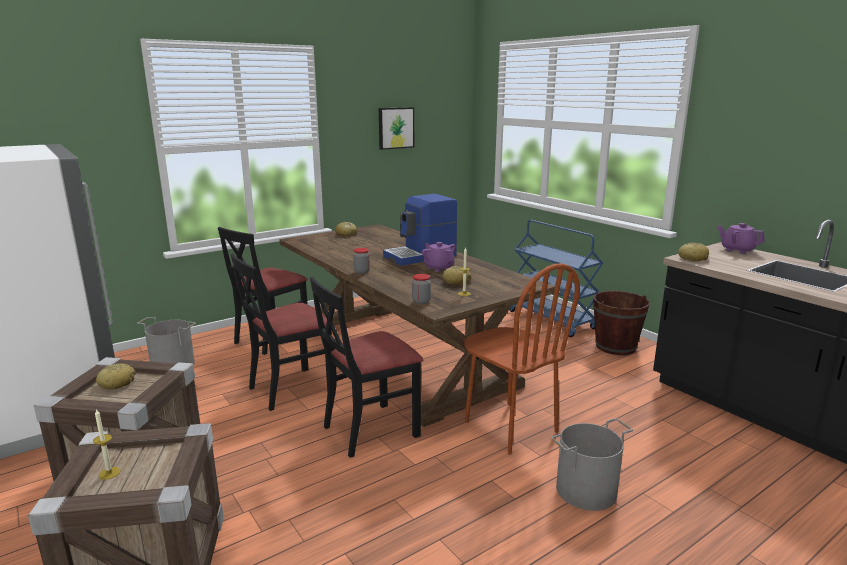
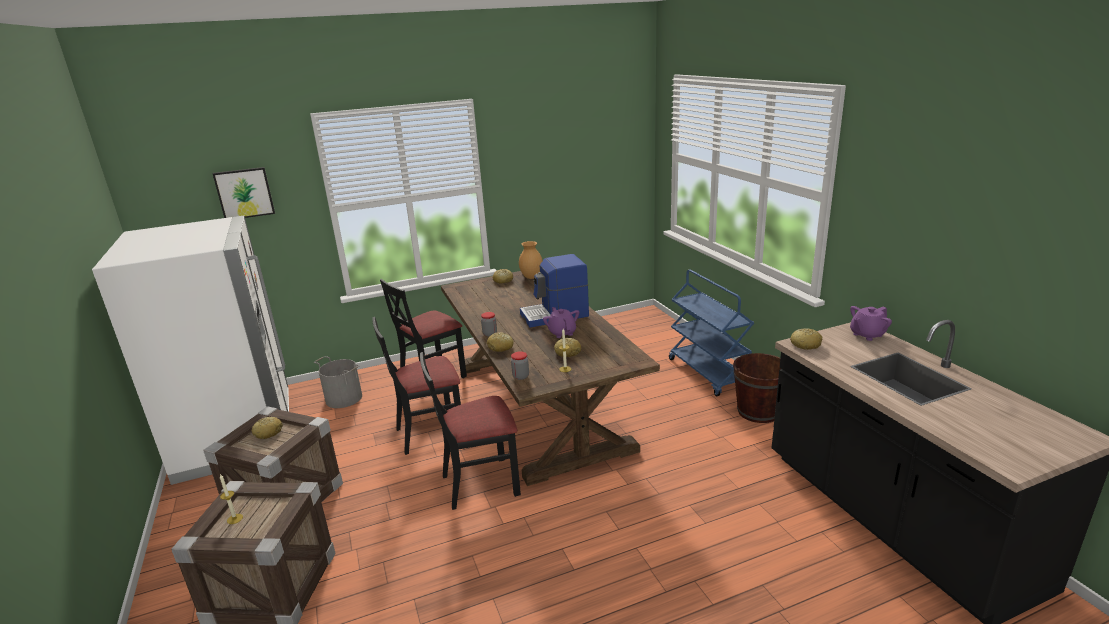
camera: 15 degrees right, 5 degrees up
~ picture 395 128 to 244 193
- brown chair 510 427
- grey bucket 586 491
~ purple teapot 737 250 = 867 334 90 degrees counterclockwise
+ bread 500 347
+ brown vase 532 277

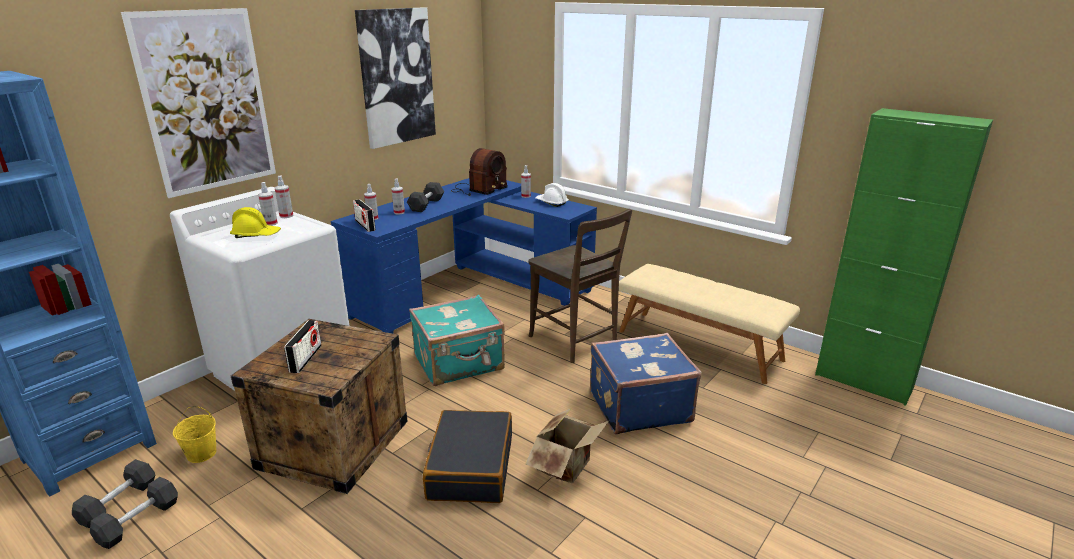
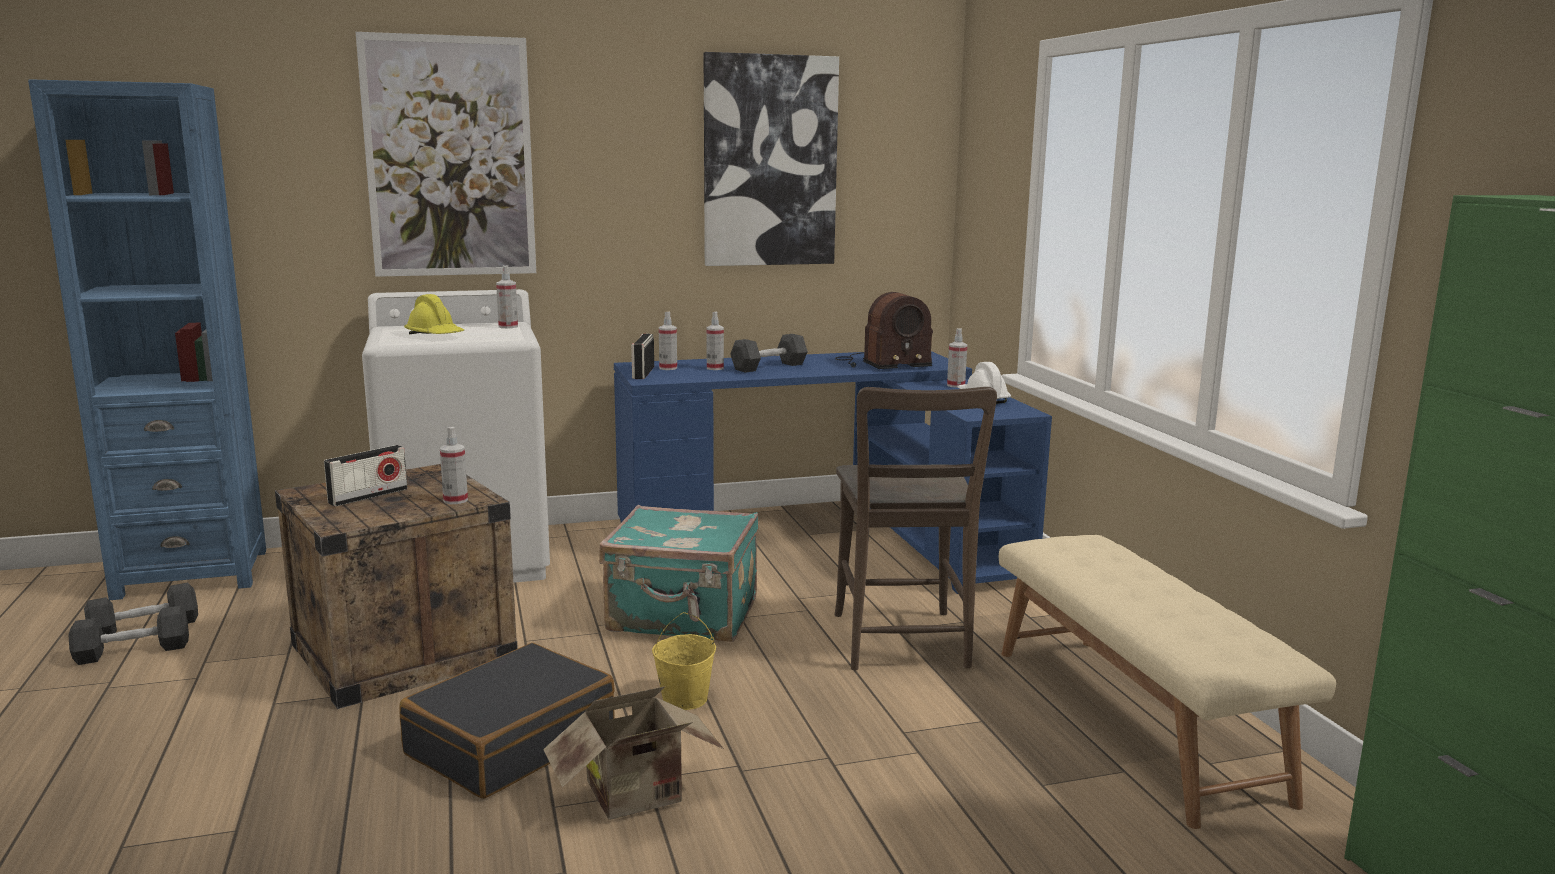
camera: 35 degrees right, 10 degrees down
~ yellow bucket 201 453 to 685 698
~ spray bottle 270 223 to 455 500
- blue suitcase 638 406

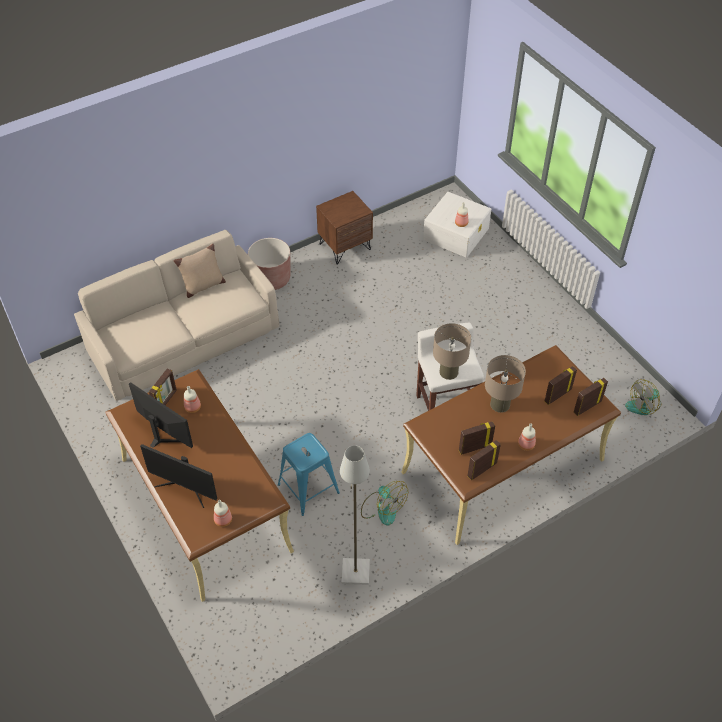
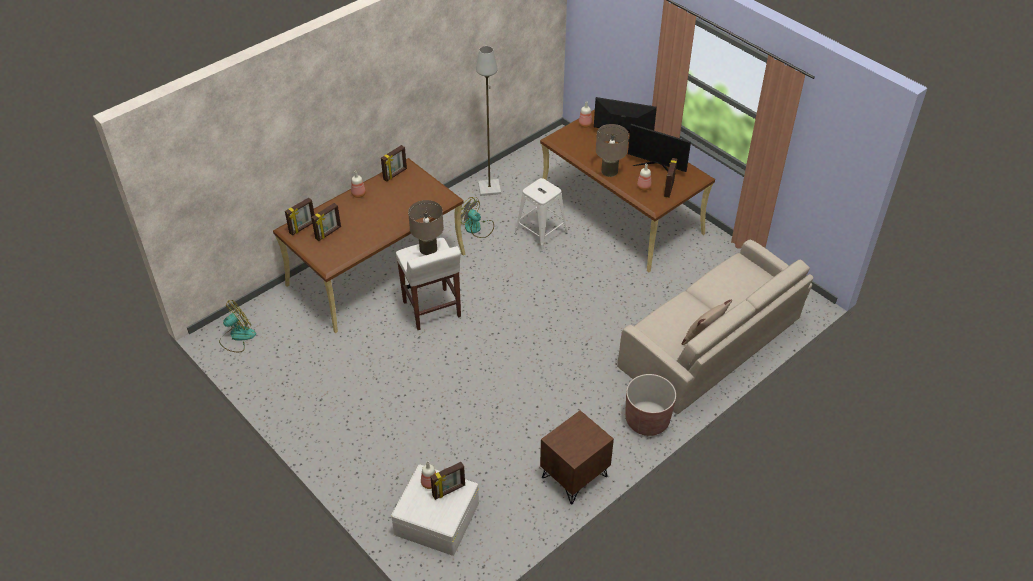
camera: 170 degrees right, 5 degrees down
~ blue stool 308 489 to white stool 541 233
~ picture frame 474 447 to 449 491
~ beige table lamp 500 404 to 609 171

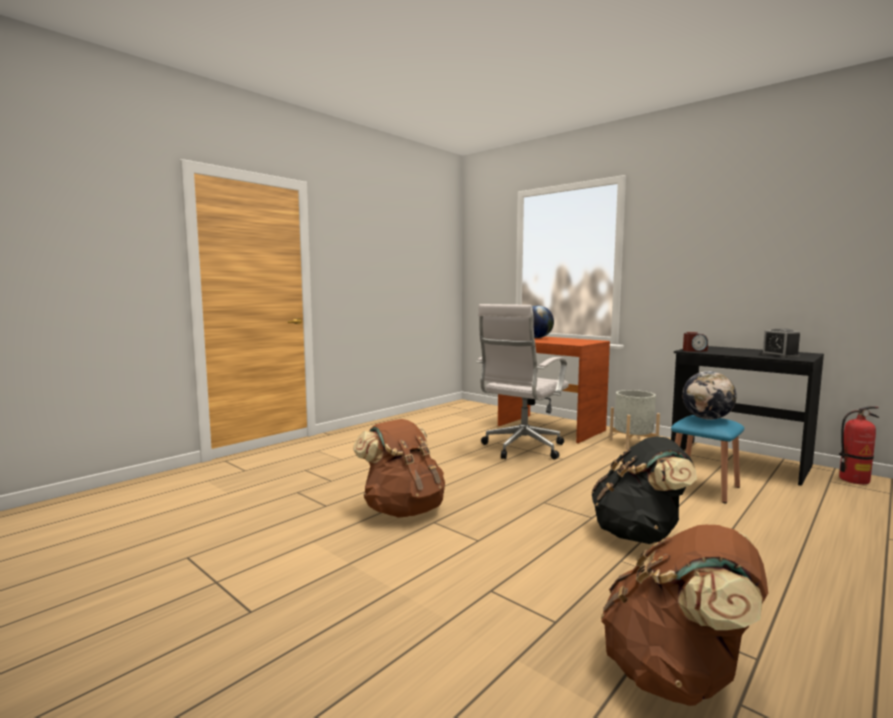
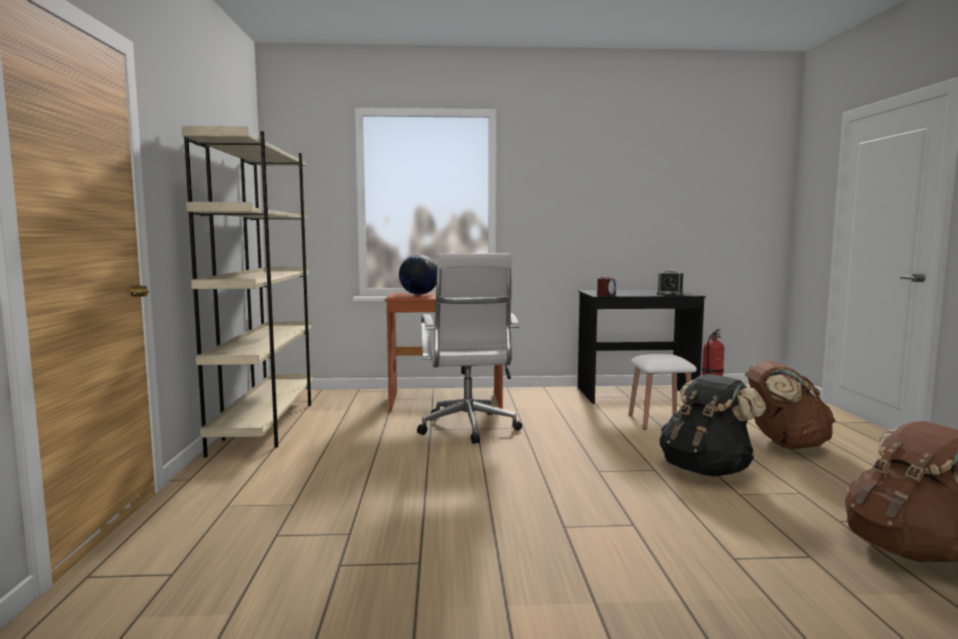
camera: 45 degrees left, 0 degrees up
~ brown backpack 403 509 to 785 444
- grey planter 633 443
~ blue stool 703 488 to white stool 660 421
- globe 707 418
+ beige bookcase 267 424

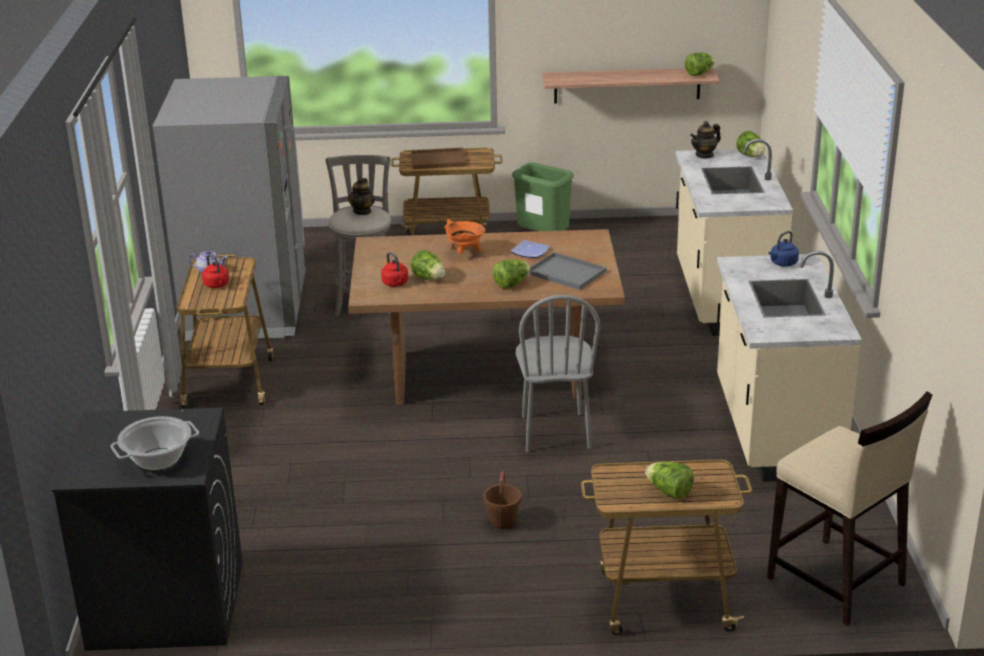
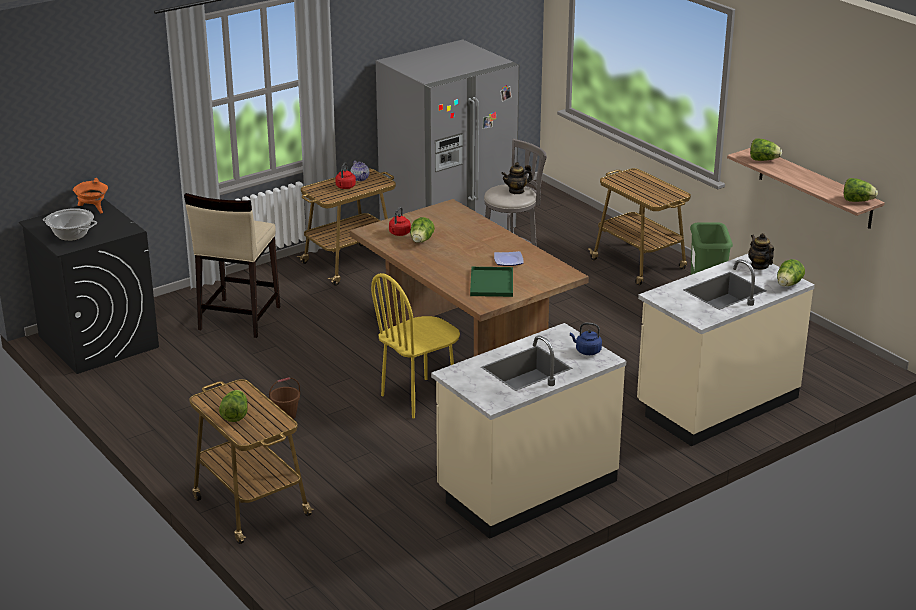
camera: 55 degrees right, 0 degrees up
- brown tray 439 159
~ orange cooking pot 464 253 to 93 209
~ lettuce 511 284 to 763 160
~ grey chair 555 432 to yellow chair 419 397
~ grey tray 564 272 to green tray 491 282
~ teapot 704 155 = 759 266 45 degrees clockwise
~ beige stool 836 582 to 238 318

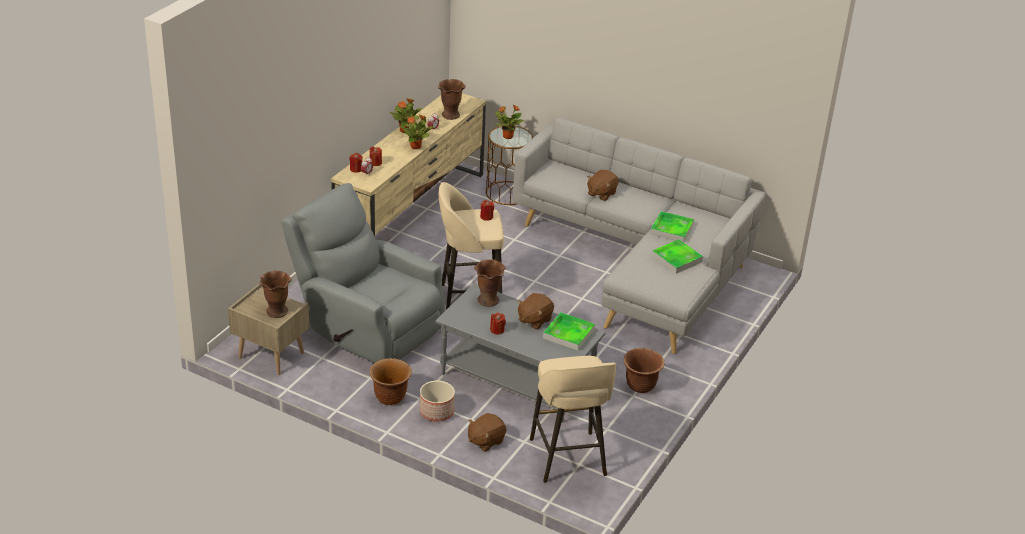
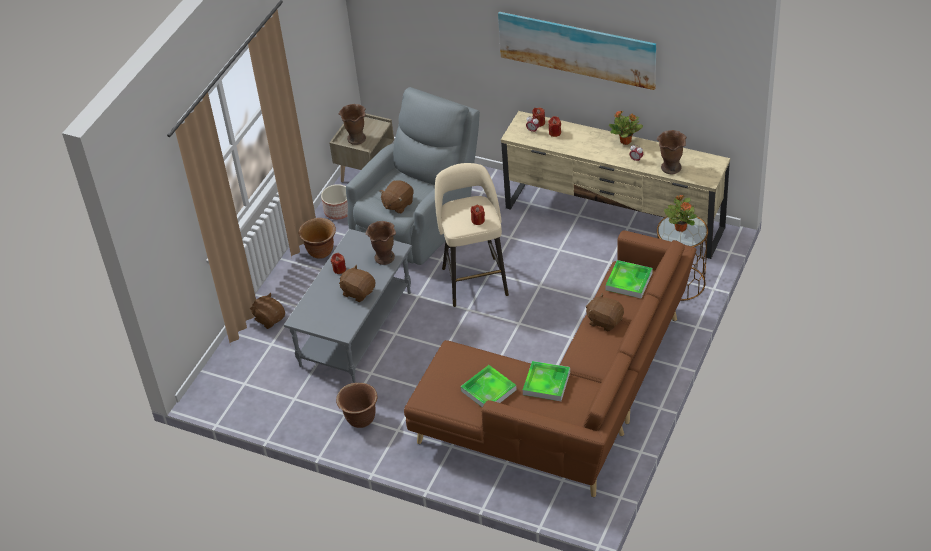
camera: 90 degrees right, 10 degrees up
- potted plant 416 146
~ planter 436 412 to 338 210
~ grey sofa 640 266 to brown sofa 569 405
- beige stool 568 459
~ tray 568 334 to 629 281
+ brown plush toy 398 204
+ picture 577 48

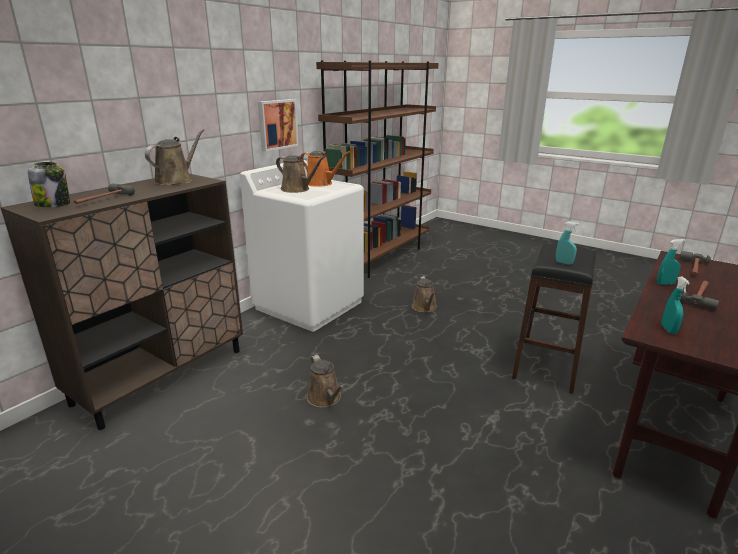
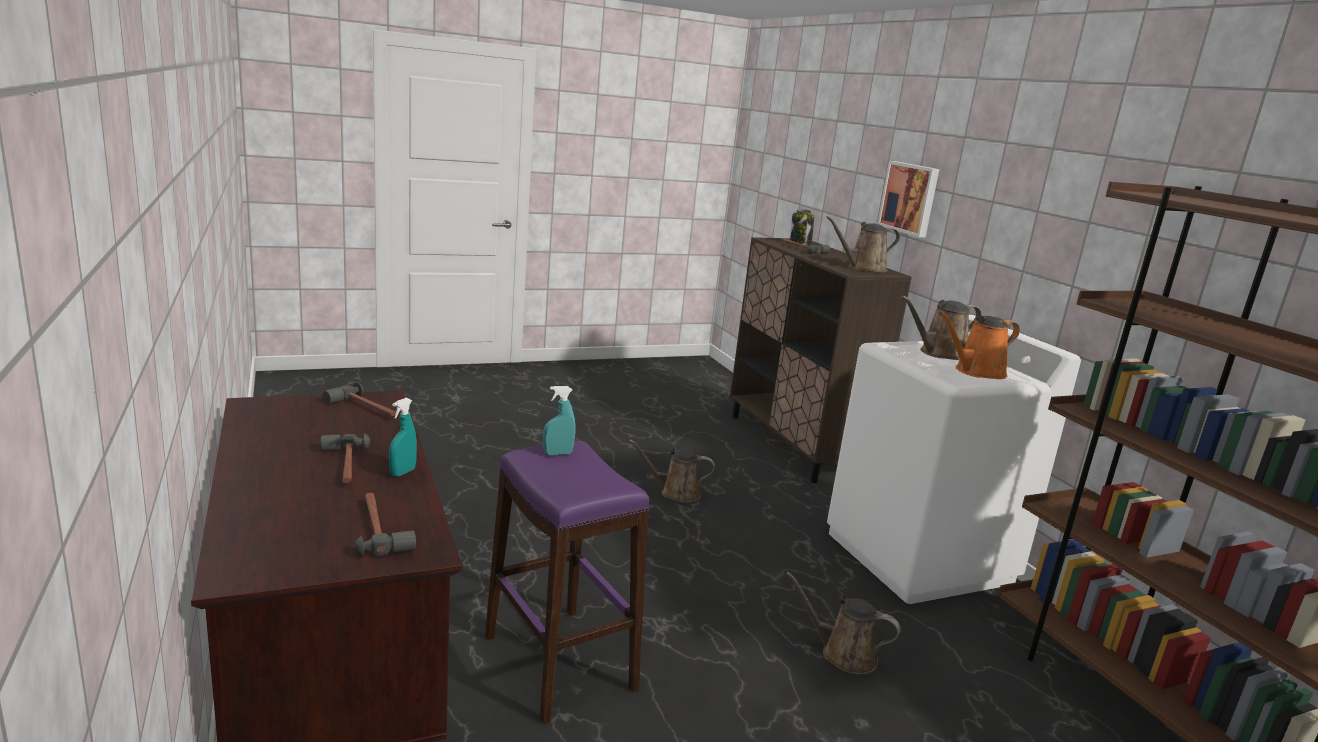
camera: 120 degrees right, 5 degrees down
~ brown watering can 176 180 = 863 268 105 degrees clockwise
~ picture 277 124 to 910 198
~ black stool 546 365 to purple stool 560 662
~ turquoise spray bottle 668 330 to hammer 365 409

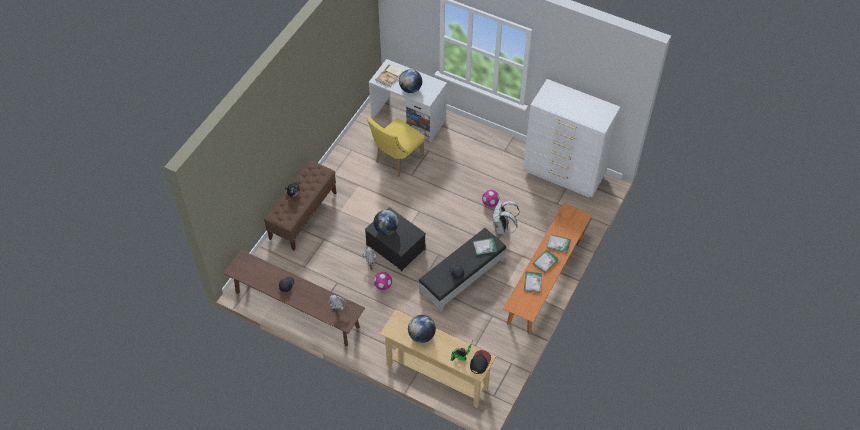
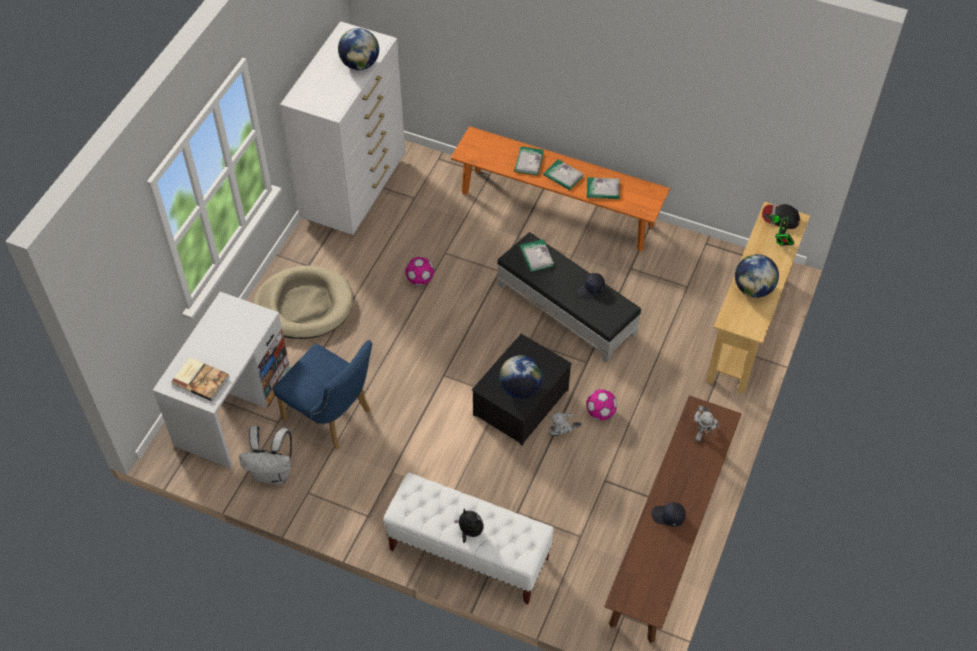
camera: 95 degrees left, 0 degrees up
~ brown bench 303 216 to white bench 468 553
~ yellow chair 396 160 to blue chair 332 418
~ globe 410 89 to 360 64
~ white backpack 502 228 to 273 473
+ beige dog bed 304 305

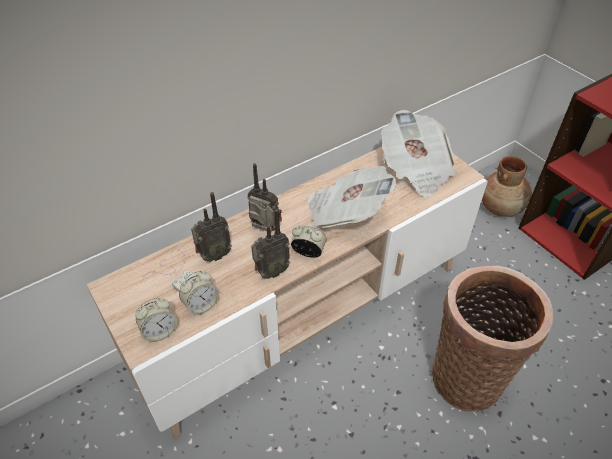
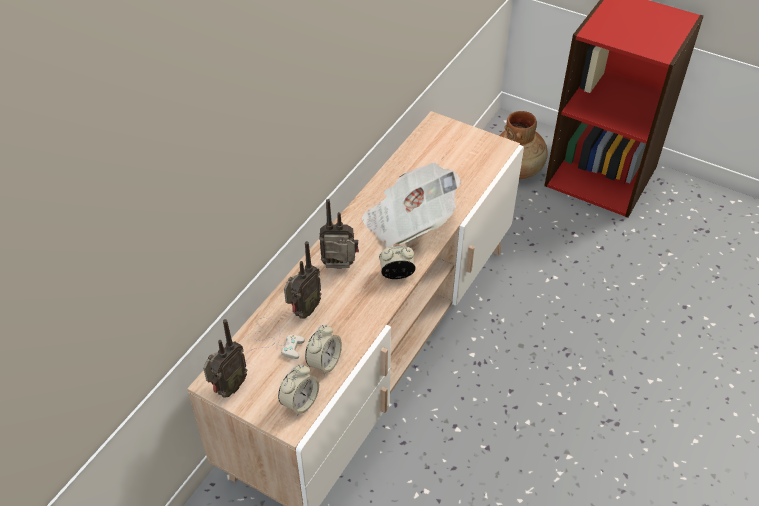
camera: 25 degrees left, 0 degrees up
~ radio 270 272 to 228 388
- newspaper 416 169
- basket 468 374

